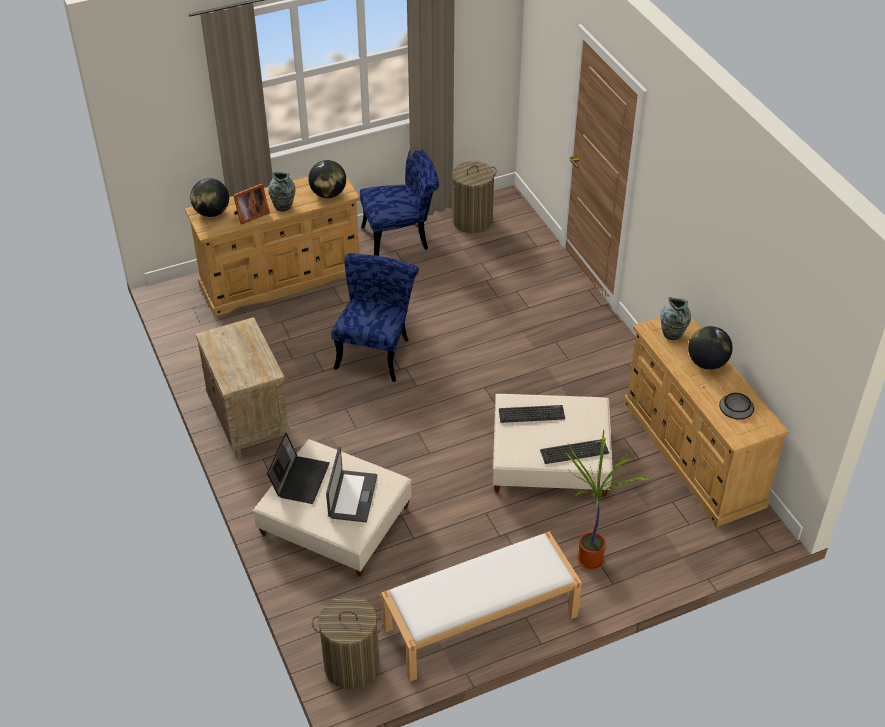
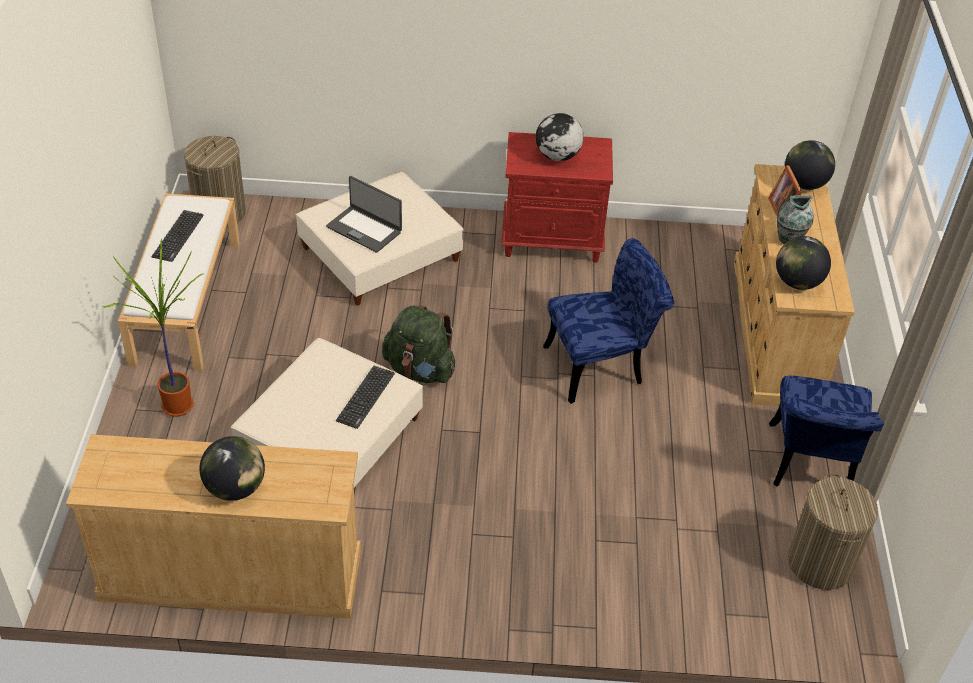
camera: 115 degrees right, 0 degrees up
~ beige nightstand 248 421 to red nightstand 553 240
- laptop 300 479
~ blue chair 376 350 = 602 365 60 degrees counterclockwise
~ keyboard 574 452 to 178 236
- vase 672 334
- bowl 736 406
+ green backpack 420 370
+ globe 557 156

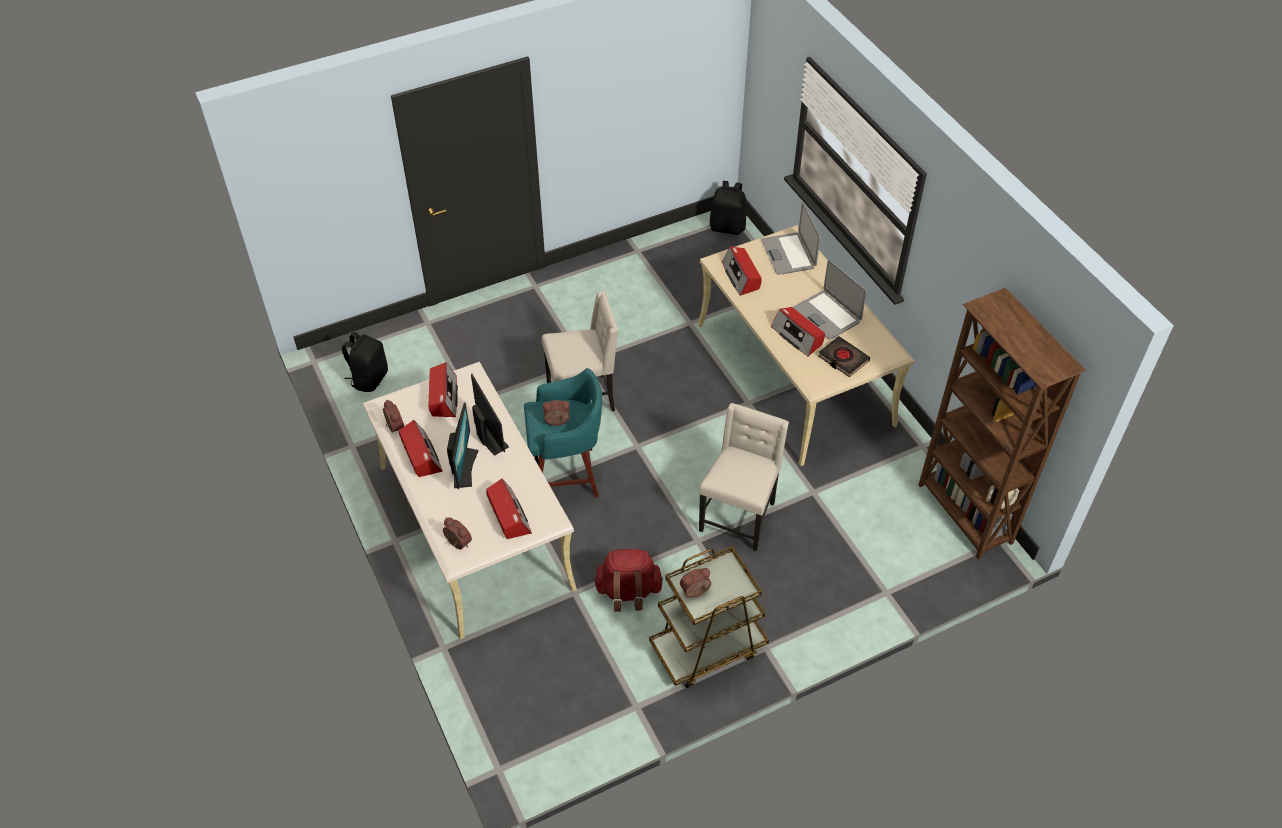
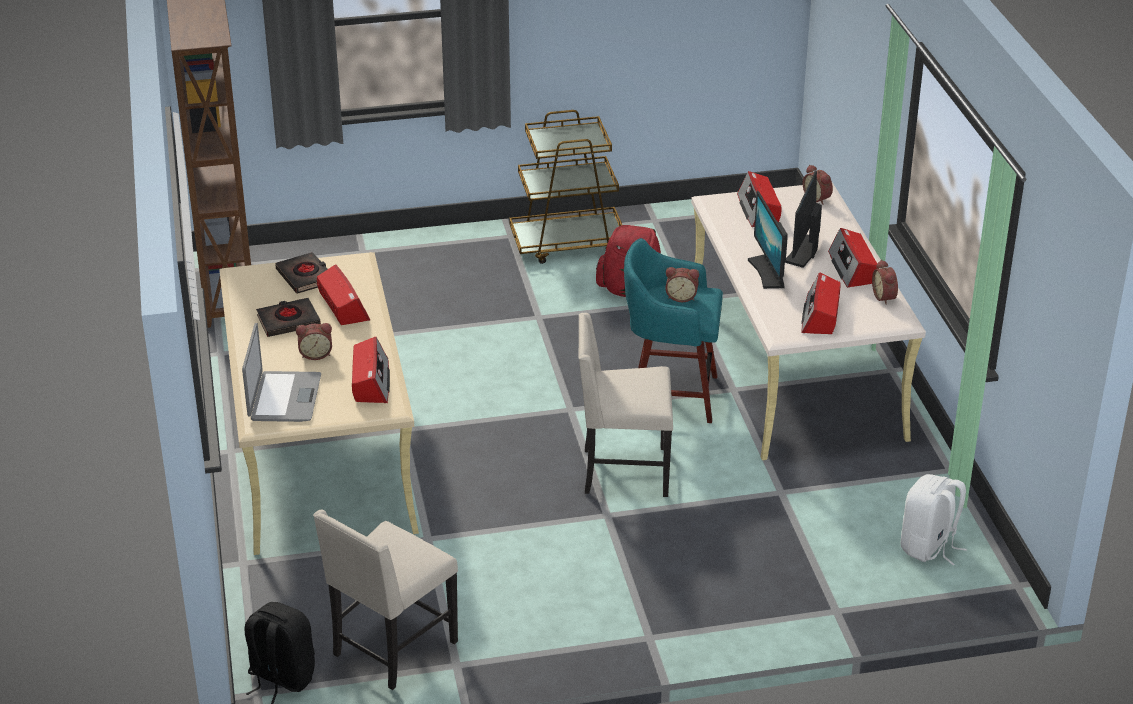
camera: 165 degrees left, 15 degrees down
~ black backpack 369 378 to white backpack 929 547
~ alarm clock 695 592 to 316 354
~ beige chair 739 516 to 392 649
~ laptop 827 315 to black book 288 321

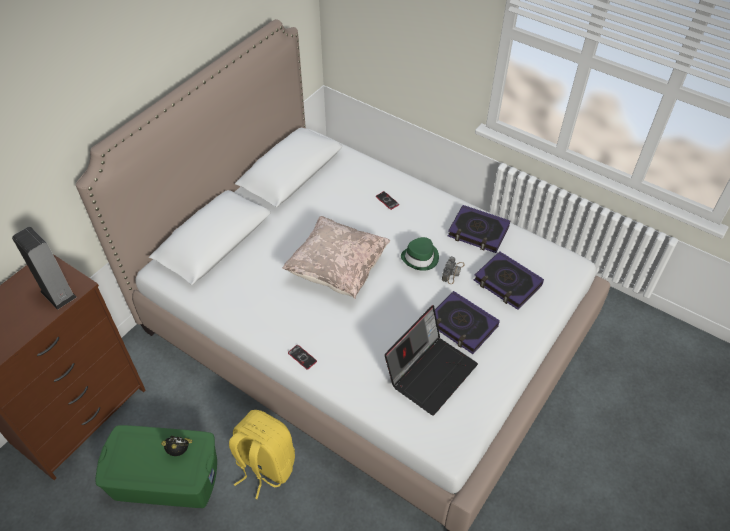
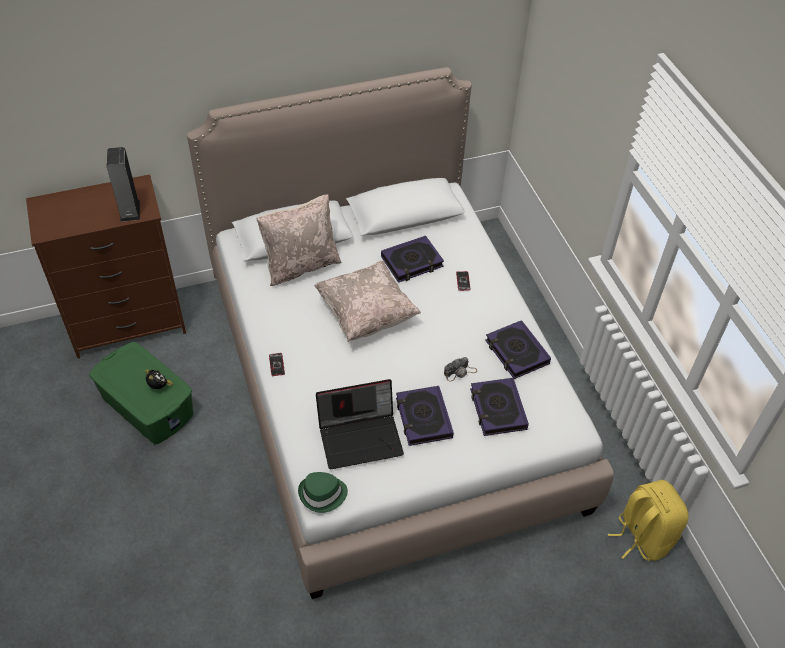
camera: 35 degrees right, 0 degrees up
~ yellow backpack 264 466 to 641 536
~ green hat 421 258 to 322 494
+ beige pillow 301 265
+ book 412 262

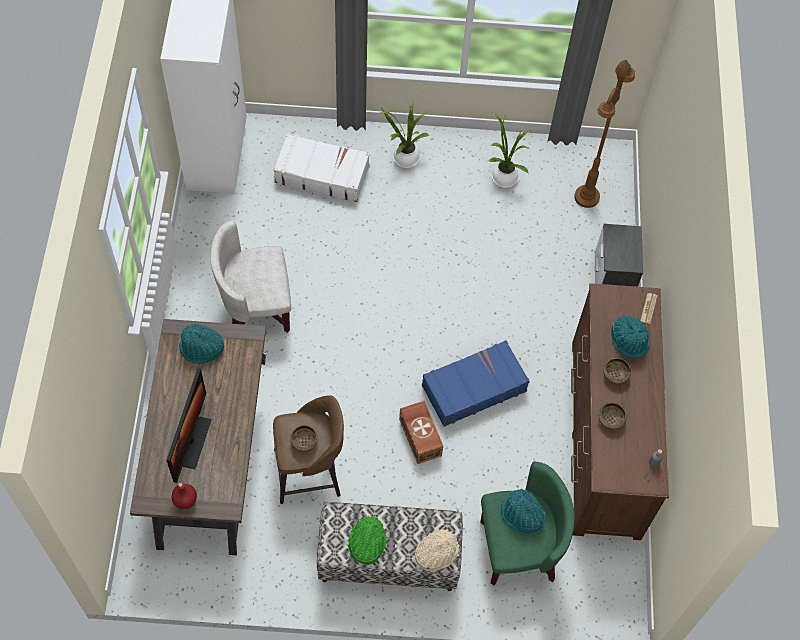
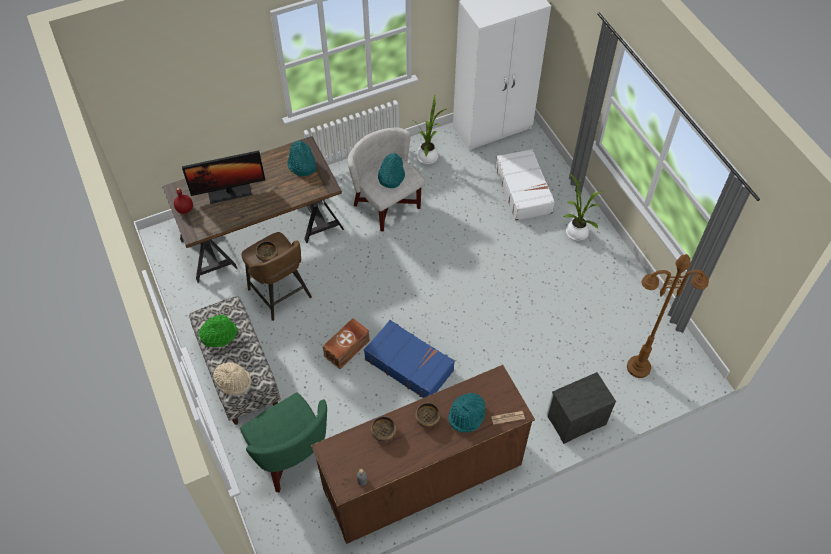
camera: 65 degrees right, 5 degrees down
~ potted plant 503 176 to 428 155
~ turquoise hat 521 515 to 391 176

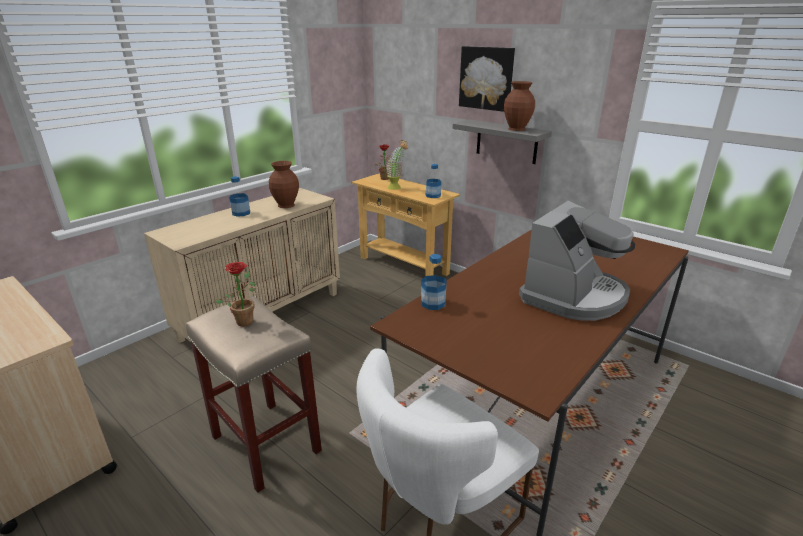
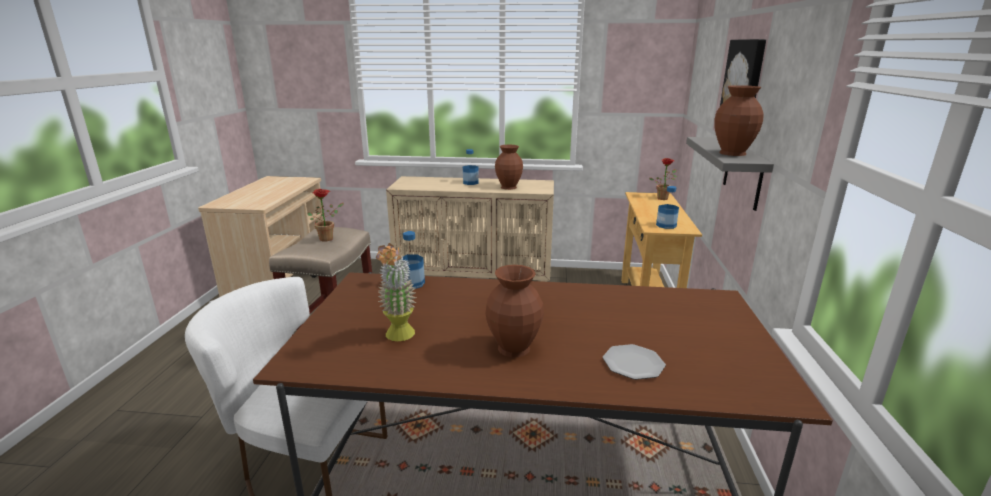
camera: 55 degrees right, 5 degrees down
~ potted plant 397 188 to 399 338
~ coffee machine 574 296 to brown vase 514 347
+ plate 633 364

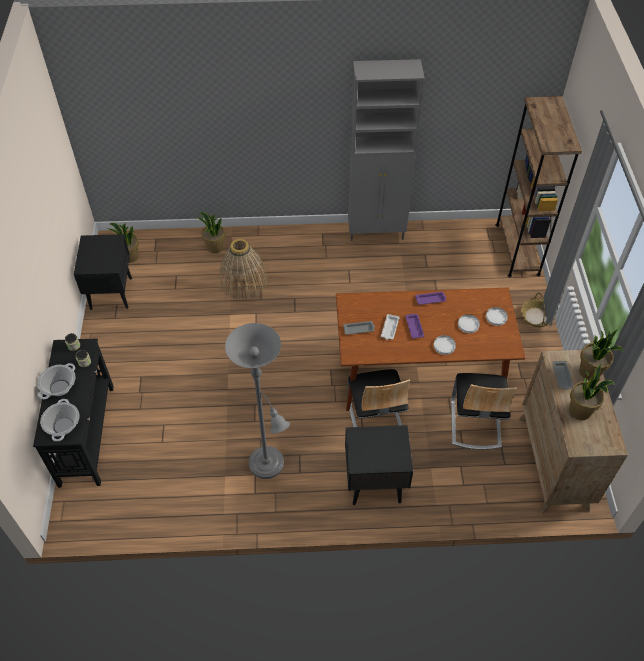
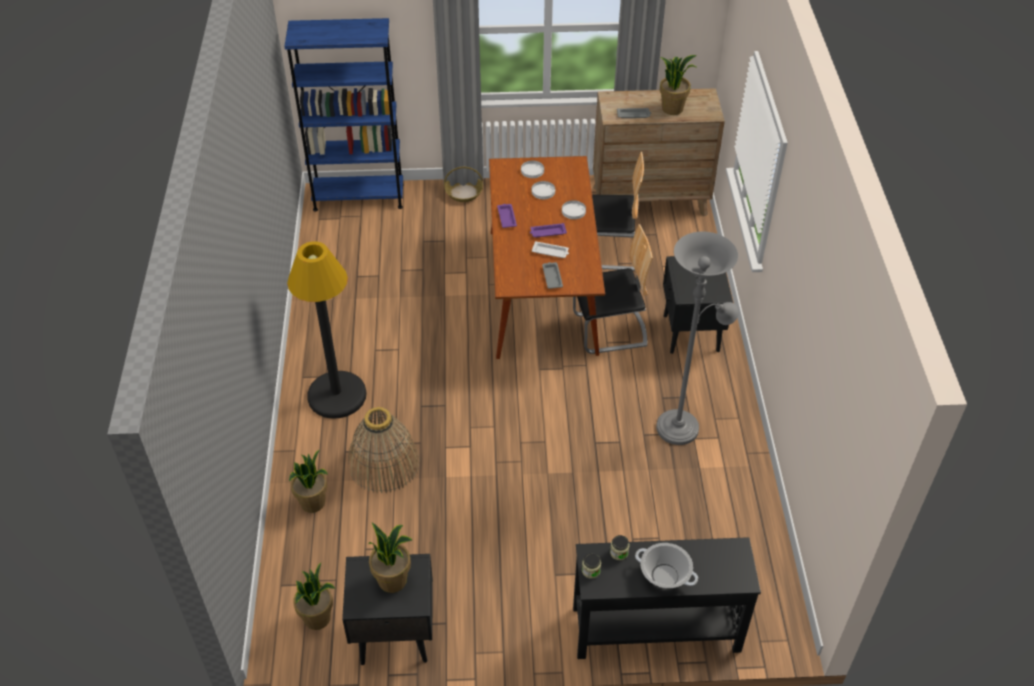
camera: 90 degrees left, 5 degrees down
- cooking pot 63 426
- grey cabinet 377 232
~ brown bookcase 517 249 to blue bookcase 358 197
~ potted plant 590 372 to 393 580
+ black floor lamp 337 395

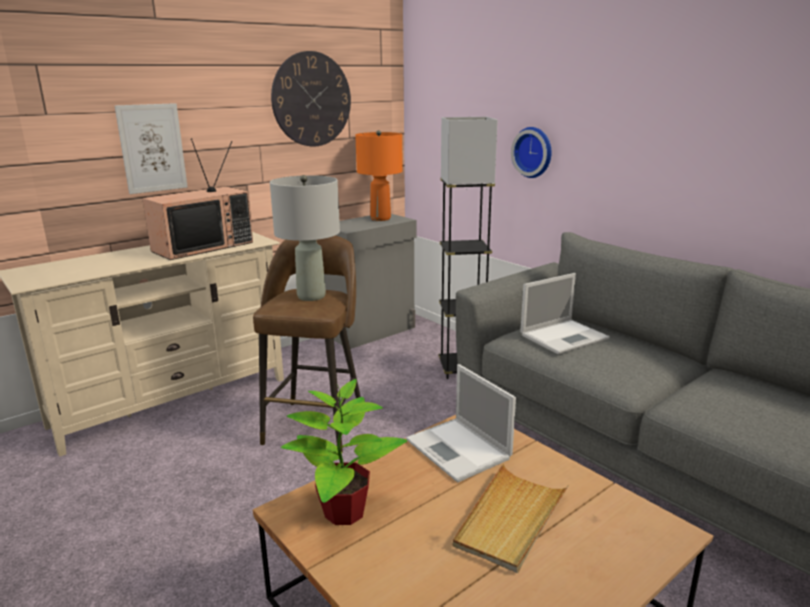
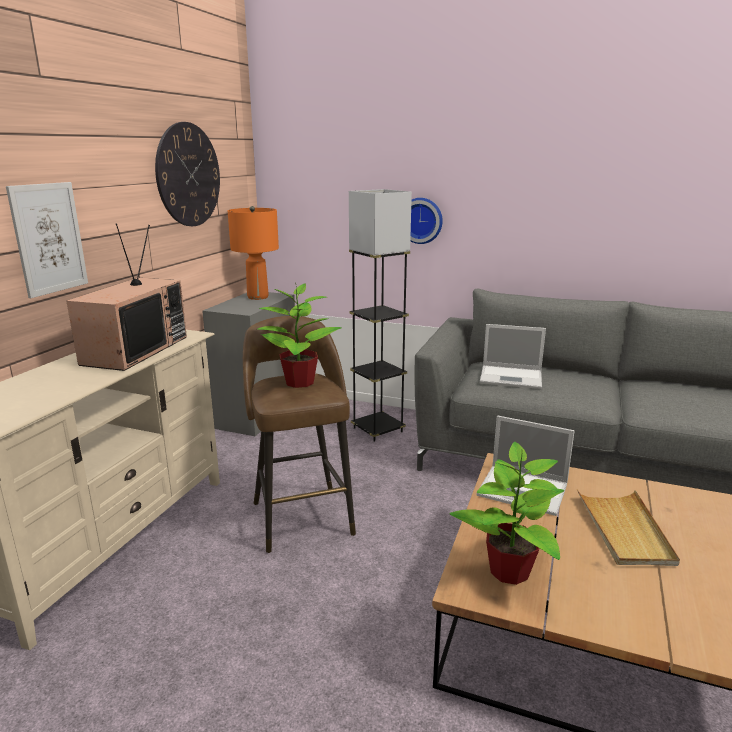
camera: 30 degrees left, 0 degrees up
~ grey table lamp 312 296 to potted plant 298 382
~ laptop 565 336 = 512 377 75 degrees clockwise

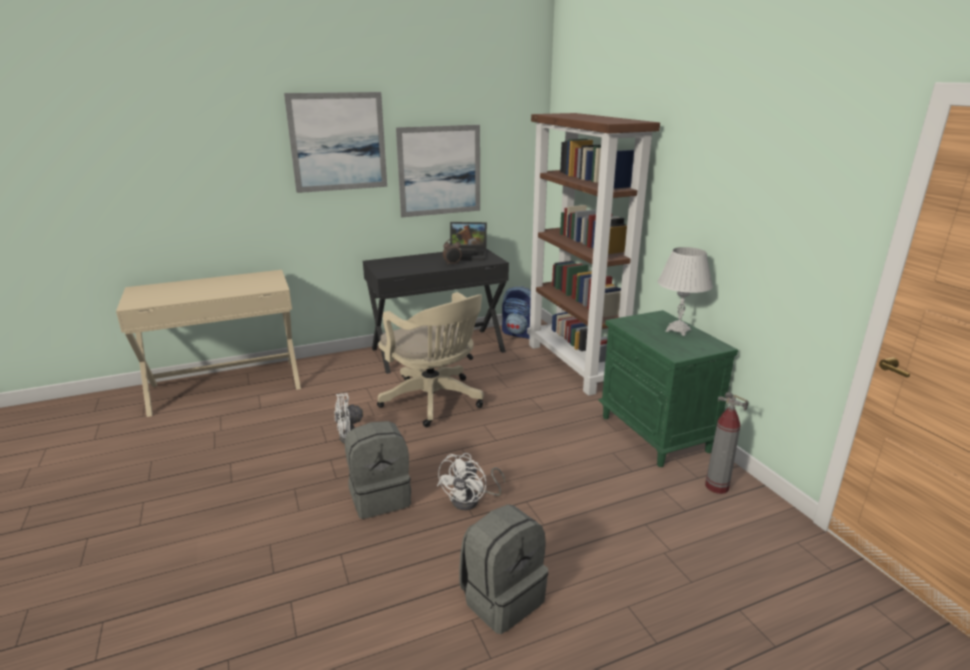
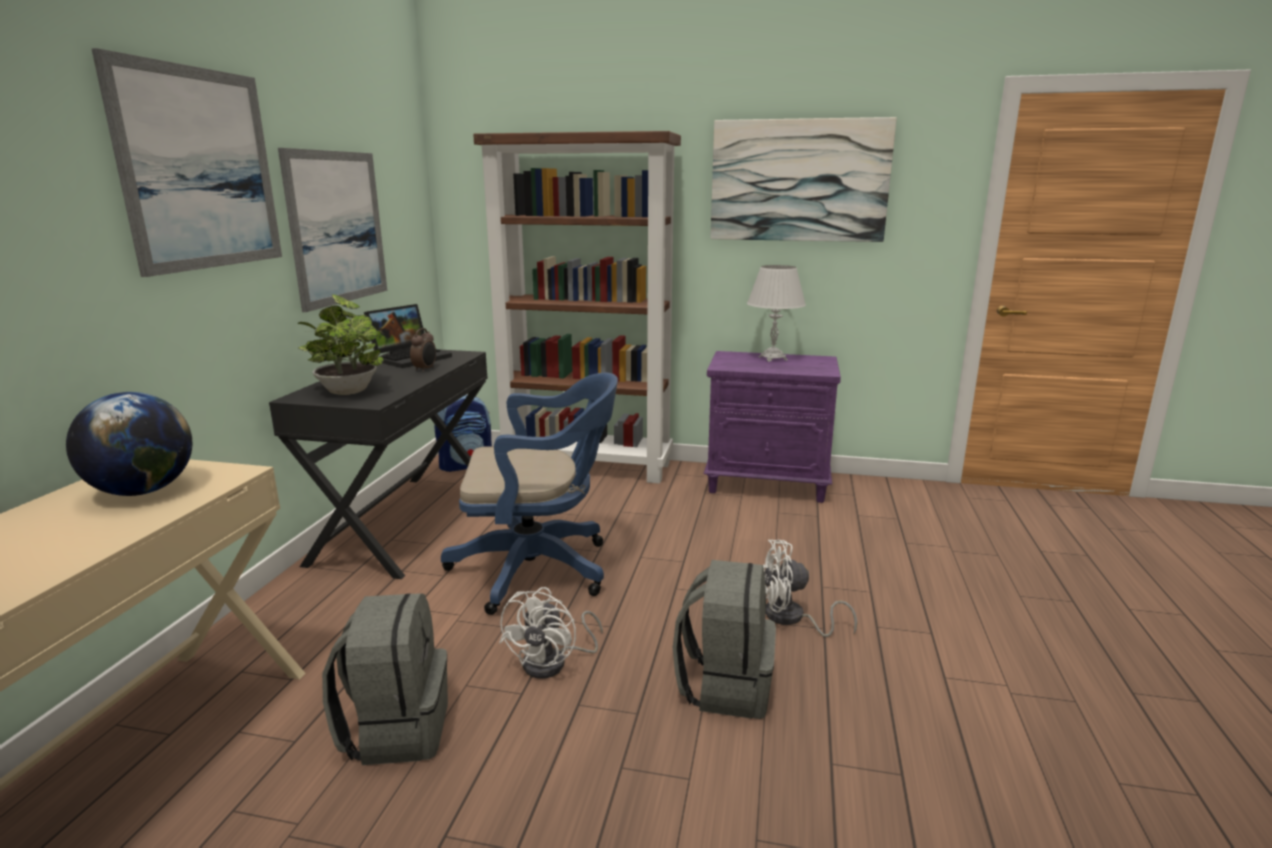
camera: 55 degrees left, 5 degrees down
~ beige office chair 435 401 to blue office chair 540 569
~ white fan 471 500 = 791 619 120 degrees clockwise
~ grey backpack 502 598 to 396 729
~ green nightstand 656 434 to purple nightstand 768 483
- fire extinguisher 716 486
+ globe 142 491
+ potted plant 347 390
+ picture 799 181

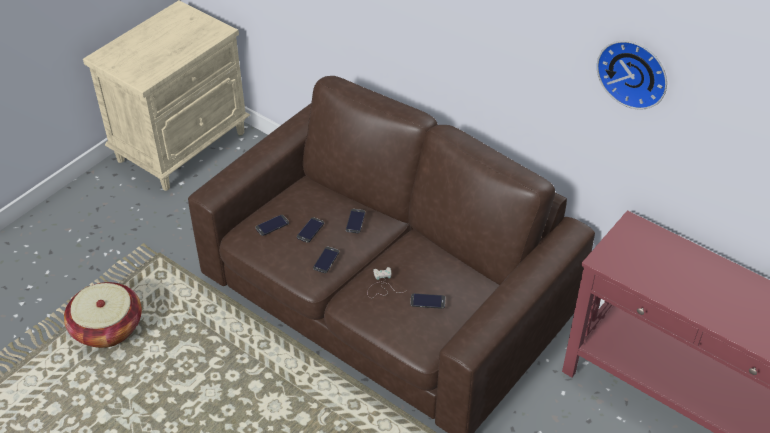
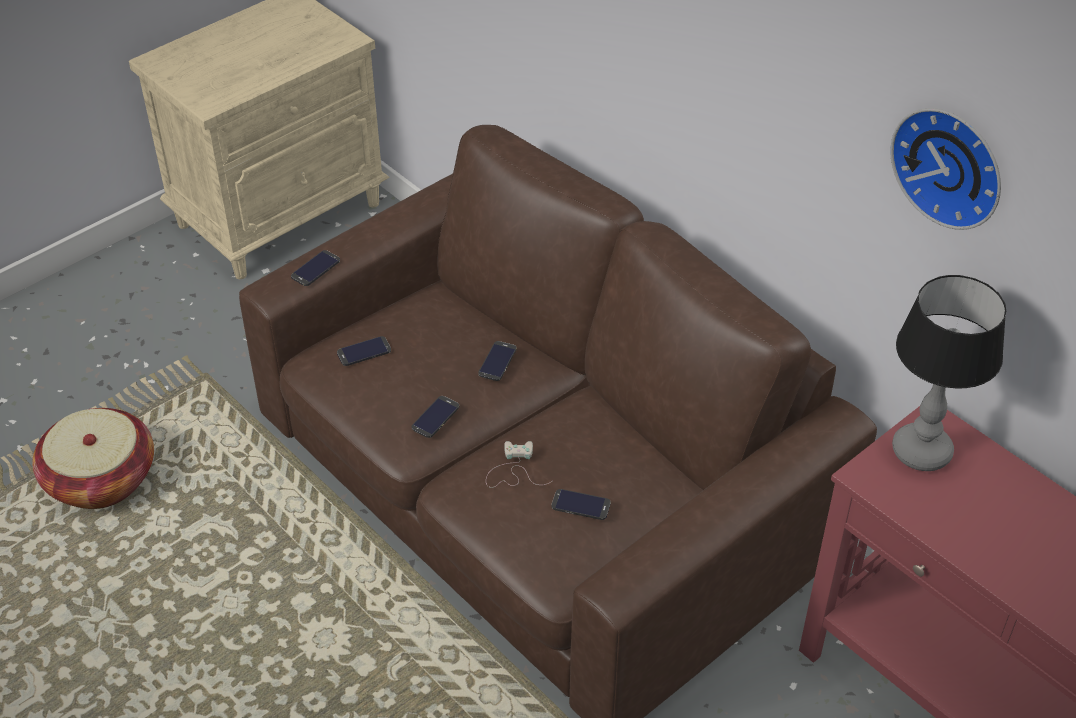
camera: 10 degrees right, 0 degrees up
~ phone 310 230 to 315 268
+ table lamp 923 451

